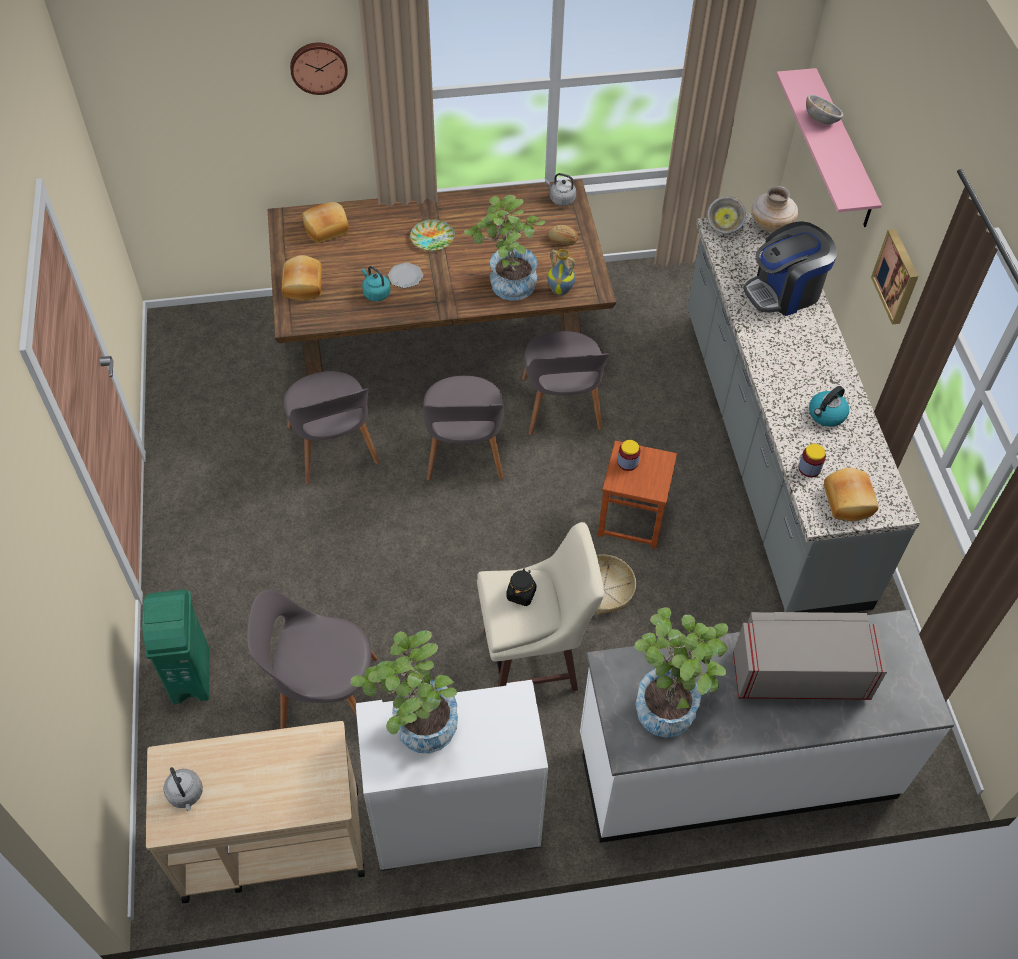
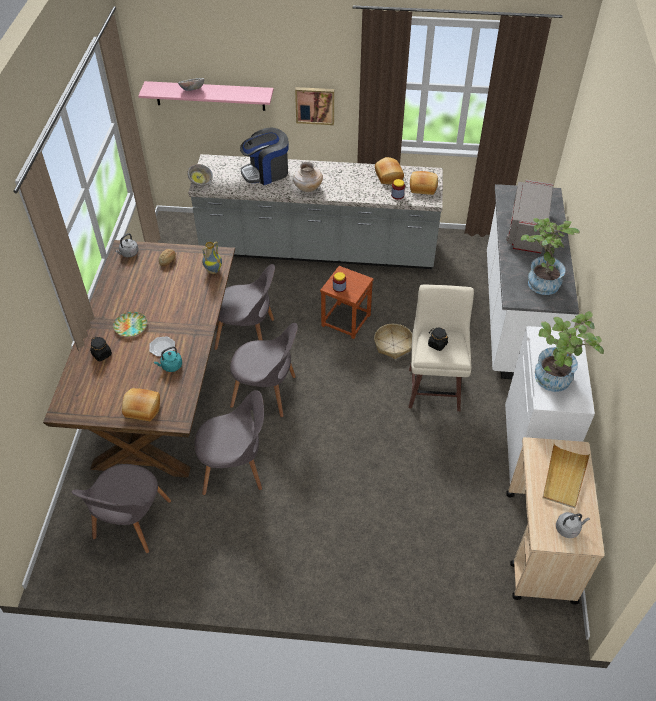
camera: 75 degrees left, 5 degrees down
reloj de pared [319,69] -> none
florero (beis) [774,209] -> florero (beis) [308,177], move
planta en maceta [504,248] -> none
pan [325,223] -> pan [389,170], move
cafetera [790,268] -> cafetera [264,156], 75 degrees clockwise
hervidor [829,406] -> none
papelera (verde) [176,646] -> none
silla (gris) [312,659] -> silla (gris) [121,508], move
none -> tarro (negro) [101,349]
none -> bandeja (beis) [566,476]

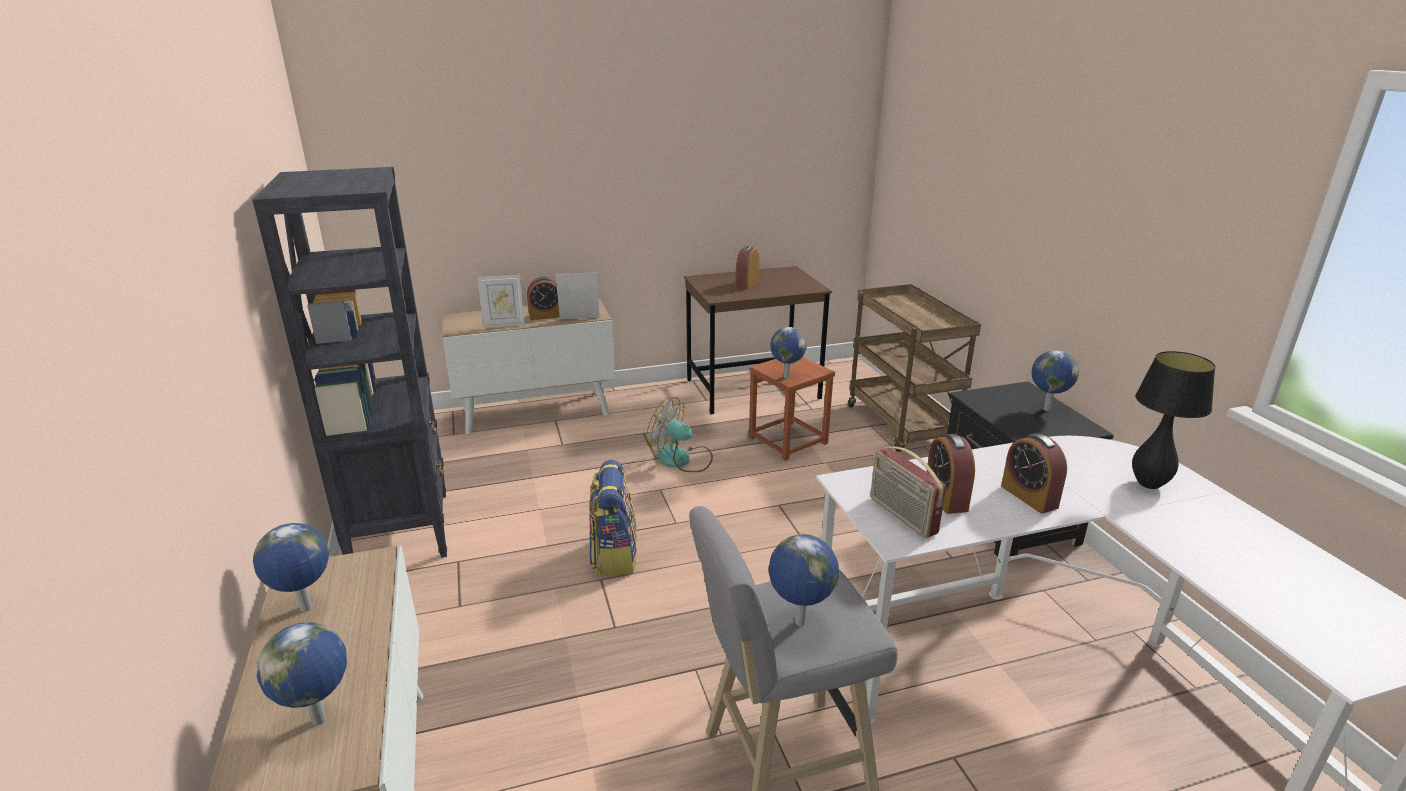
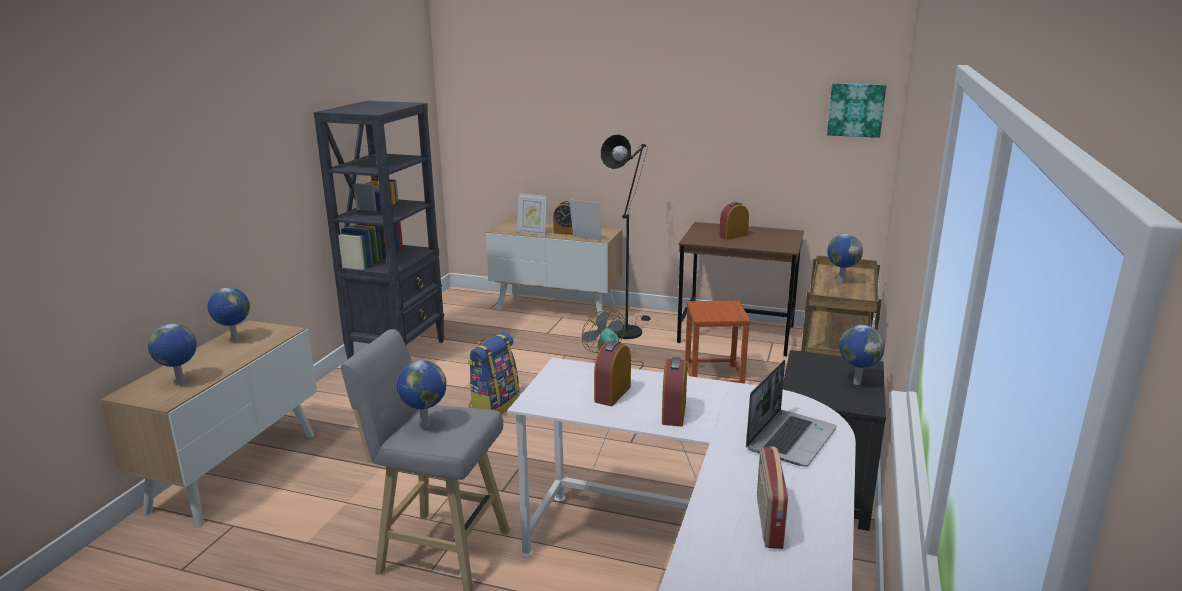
camera: 35 degrees right, 5 degrees down
globo terráqueo [788,353] -> globo terráqueo [845,258], move
lámpara de mesa (negro) [1174,420] -> portátil [791,413]
radio [908,492] -> radio [772,497], move
none -> cuadro [856,110]
none -> lámpara de pie (negro) [626,236]

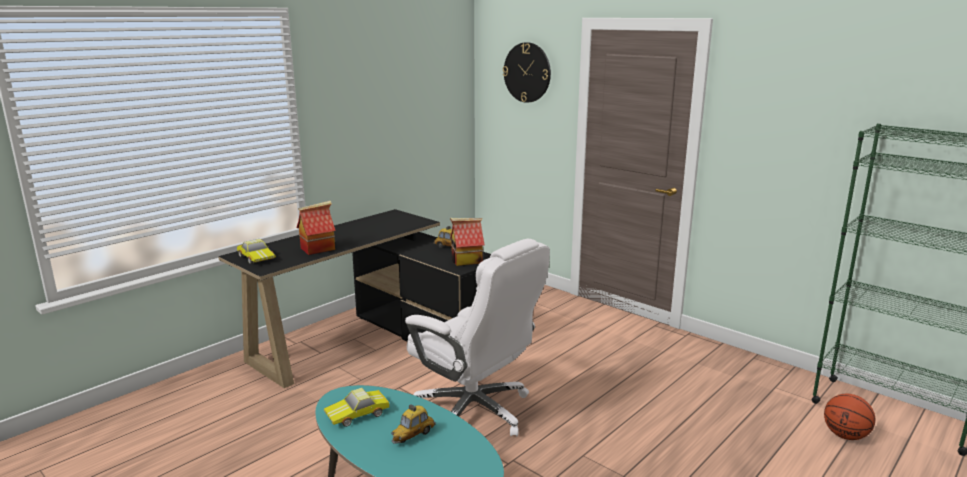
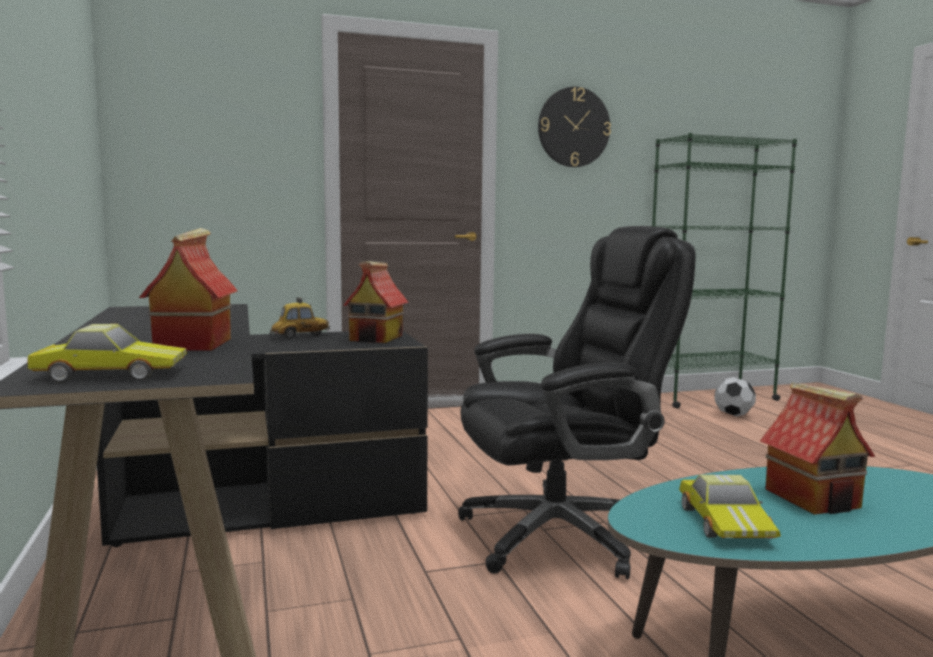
camera: 60 degrees left, 10 degrees down
reloj de pared [527,72] -> reloj de pared [574,127], move
silla de oficina (blanco) [477,338] -> silla de oficina (negro) [577,402]
balón de baloncesto [849,417] -> balón de fútbol [735,396]
coche de juguete [413,424] -> casita [817,448]

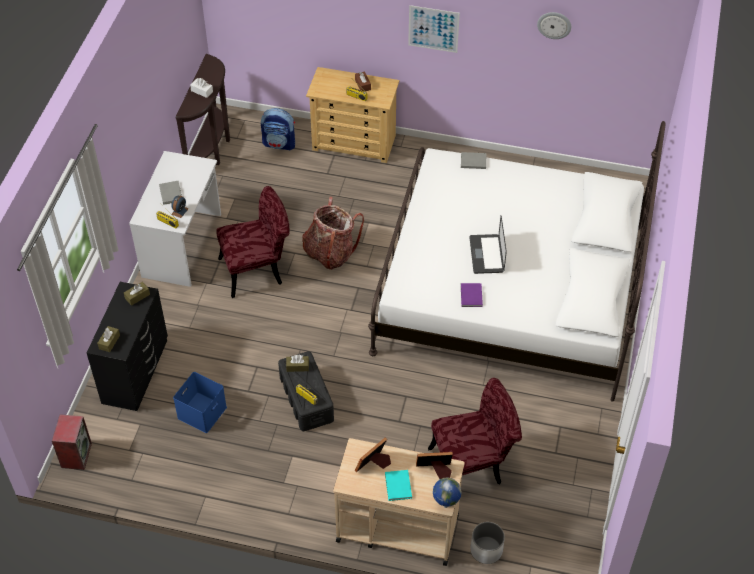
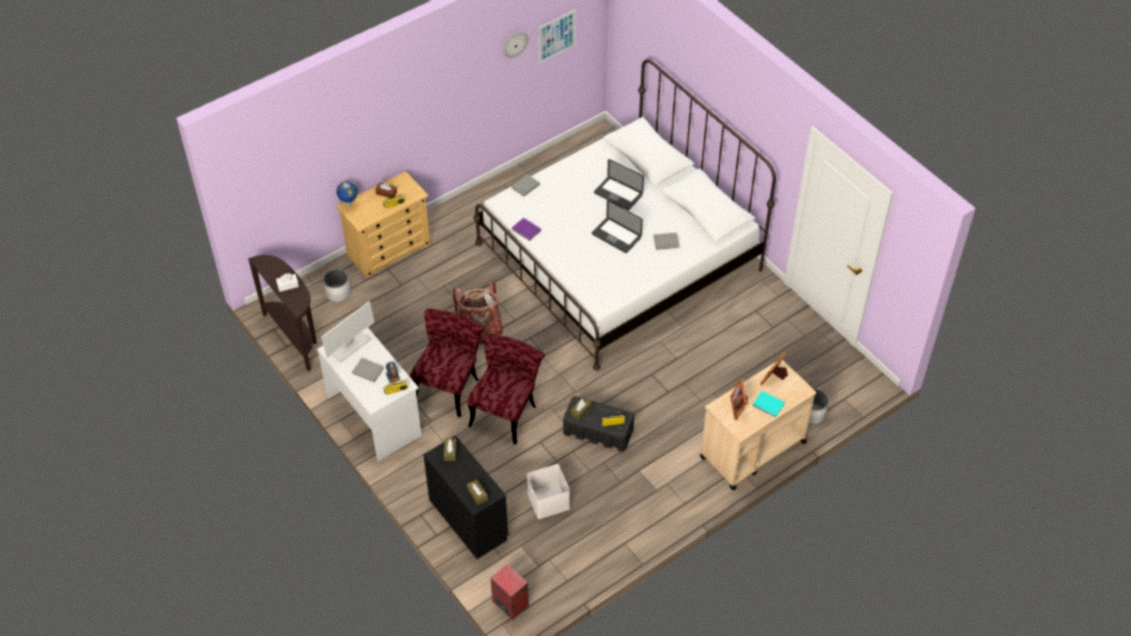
camera: 50 degrees left, 0 degrees up
cuadro [434,29] -> cuadro [557,36], move
mochila [278,129] -> maceta (blanco) [337,285]
libro (morado) [472,295] -> libro (morado) [526,229], move
caja de almacenaje (azul) [200,402] -> caja de almacenaje (blanco) [548,491]
silla (rojo) [475,431] -> silla (rojo) [506,388], move
globo terráqueo [447,492] -> globo terráqueo [347,194], move
none -> portátil [619,184]
none -> libro (gris) [666,241]
none -> monitor [347,332]

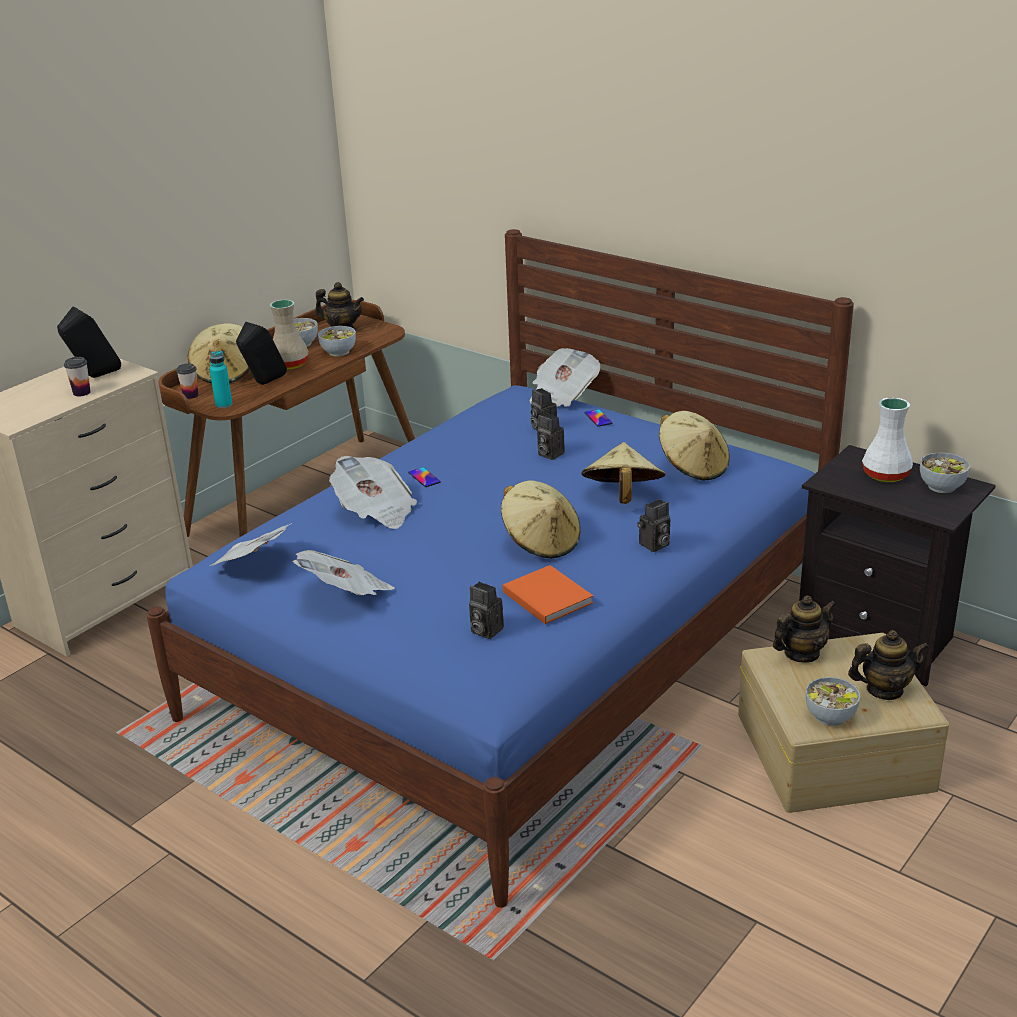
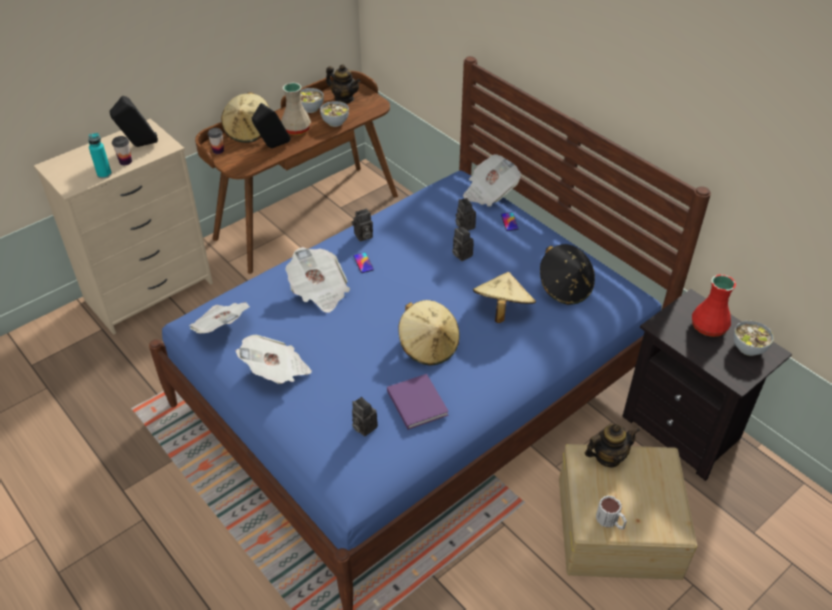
camera: 10 degrees right, 15 degrees up
botella (turquesa) [221,379] -> botella (turquesa) [100,155], move
florero (blanco) [887,439] -> florero (rojo) [714,305]
sombrero (beis) [694,446] -> sombrero (negro) [567,274]
cámara [653,525] -> cámara [362,224], move
libro (naranja) [548,594] -> libro (morado) [418,402]
tetera [888,665] -> none
cuenco [833,701] -> taza grande [611,512]

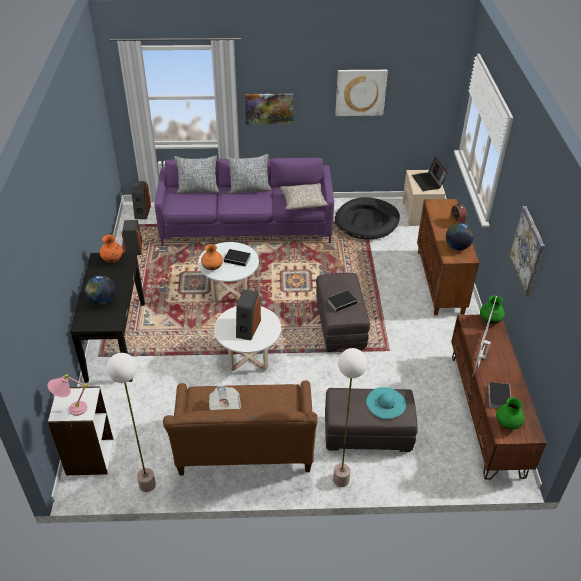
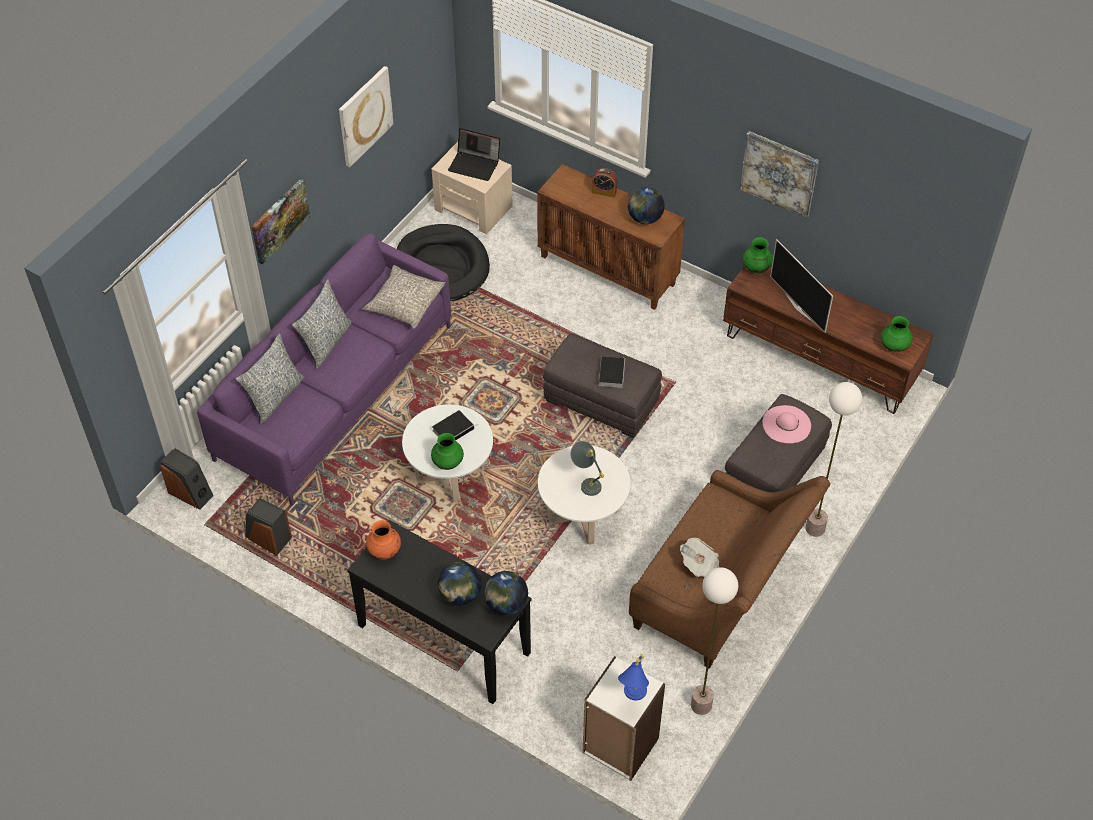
camera: 55 degrees left, 10 degrees up
florero (naranja) [212,257] -> florero (verde) [447,451]
altavoz [248,314] -> lámpara de mesa (gris) [587,468]
lámpara de mesa (rosa) [67,395] -> lámpara de mesa (azul) [633,677]
libro [499,395] -> none
sombrero (turquesa) [386,403] -> sombrero (rosa) [787,424]
none -> globo terráqueo [506,593]

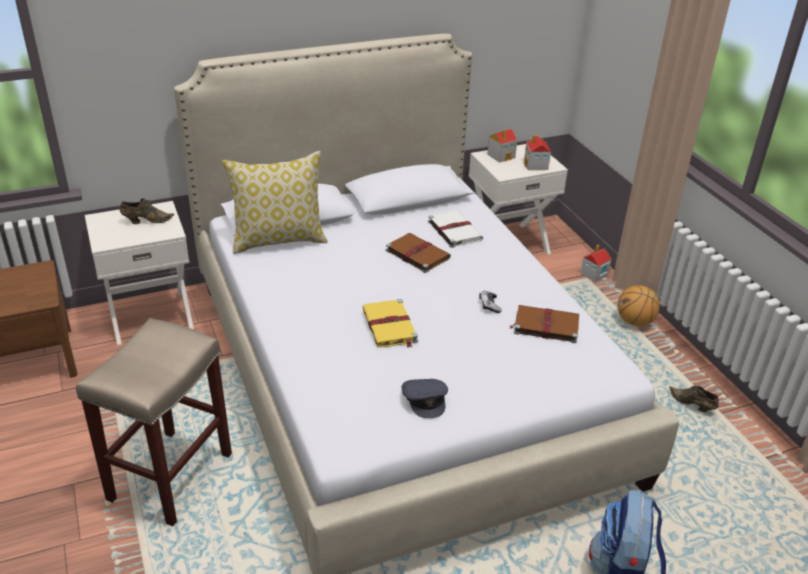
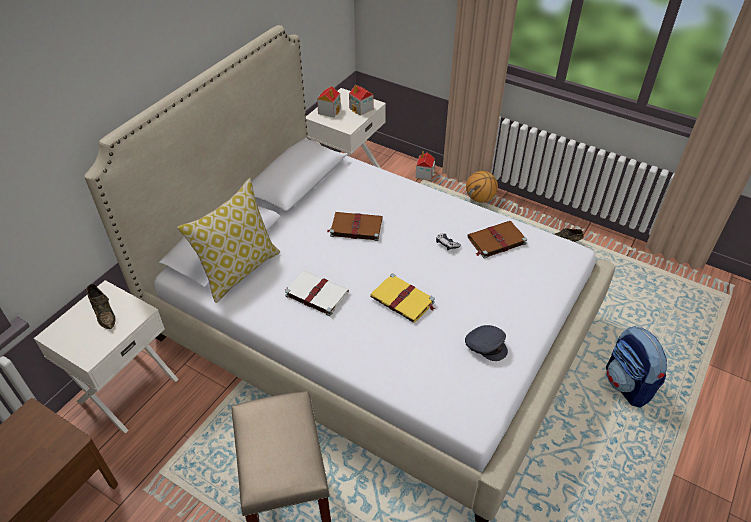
camera: 35 degrees left, 10 degrees up
zapato (marrón) [147,211] -> zapato (marrón) [101,306], 105 degrees clockwise
libro (blanco) [455,229] -> libro (blanco) [317,293], move

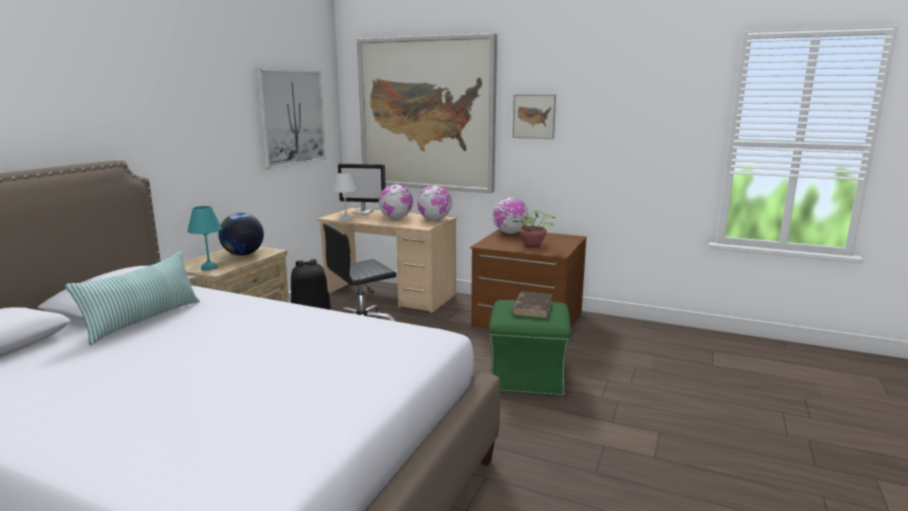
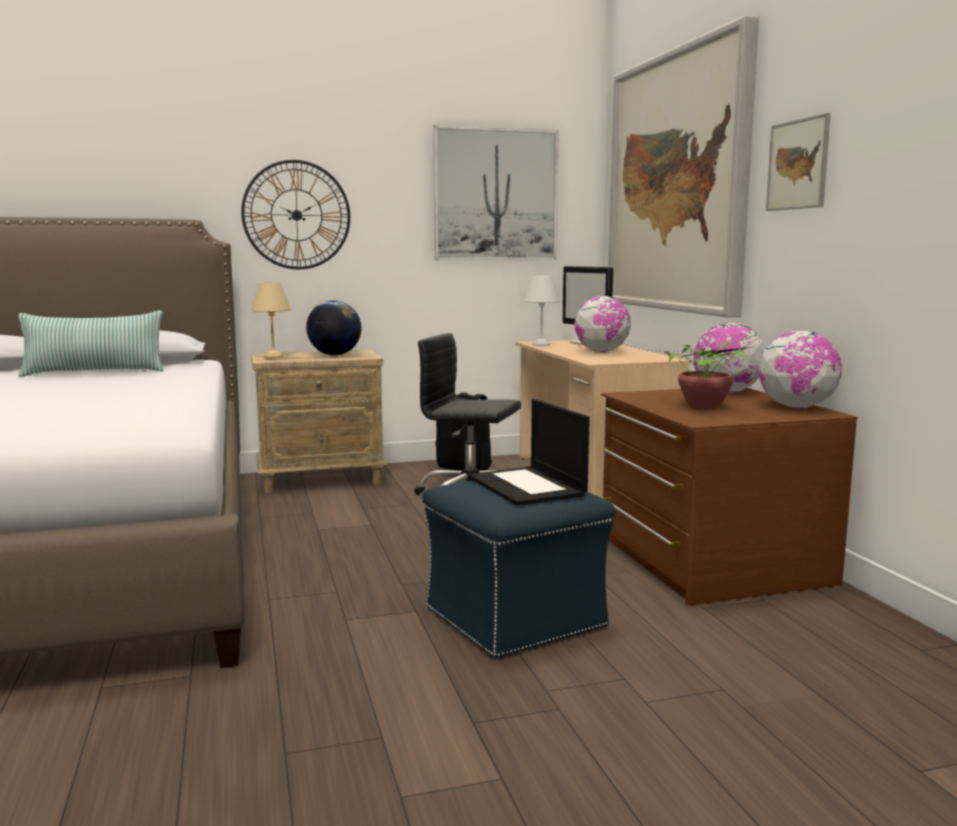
camera: 50 degrees right, 5 degrees down
globo terráqueo [434,203] -> globo terráqueo [800,369], move
lámpara de mesa (turquesa) [205,238] -> lámpara de mesa (beis) [271,320]
libro (marrón) [532,305] -> portátil [529,452]
puf (verde) [530,348] -> puf (azul) [518,569]
none -> reloj de pared [295,214]

